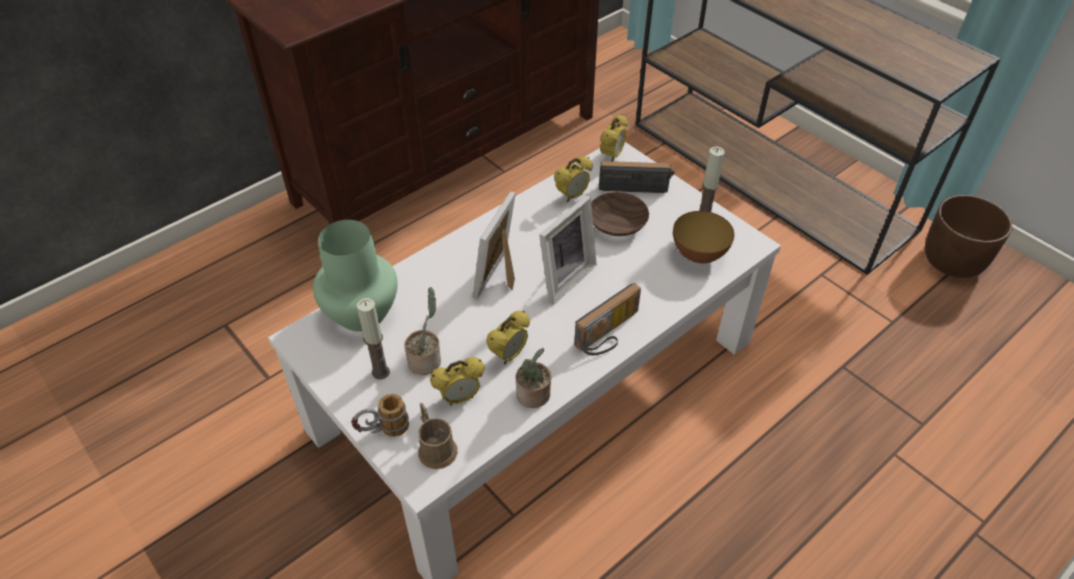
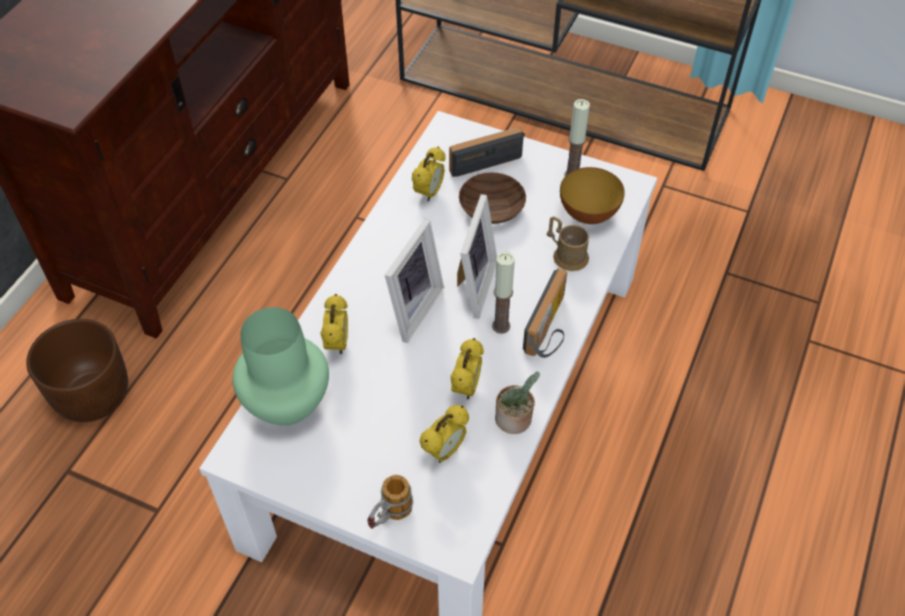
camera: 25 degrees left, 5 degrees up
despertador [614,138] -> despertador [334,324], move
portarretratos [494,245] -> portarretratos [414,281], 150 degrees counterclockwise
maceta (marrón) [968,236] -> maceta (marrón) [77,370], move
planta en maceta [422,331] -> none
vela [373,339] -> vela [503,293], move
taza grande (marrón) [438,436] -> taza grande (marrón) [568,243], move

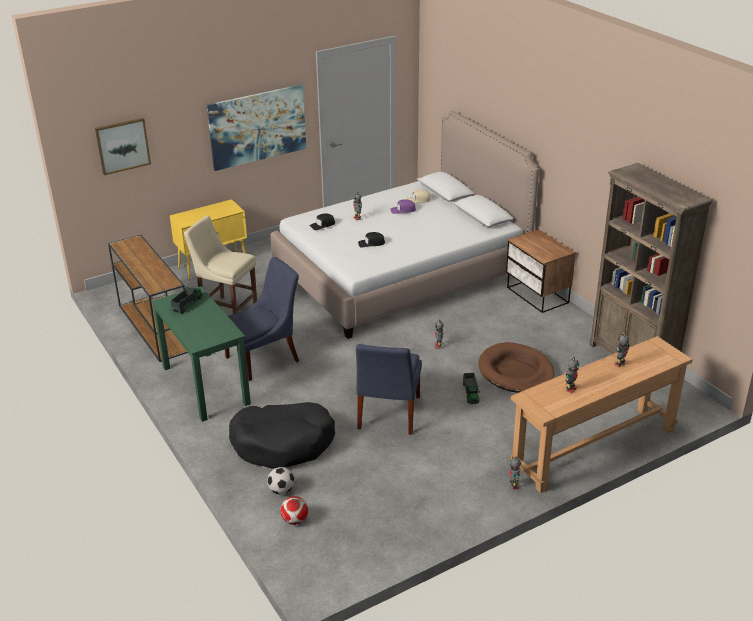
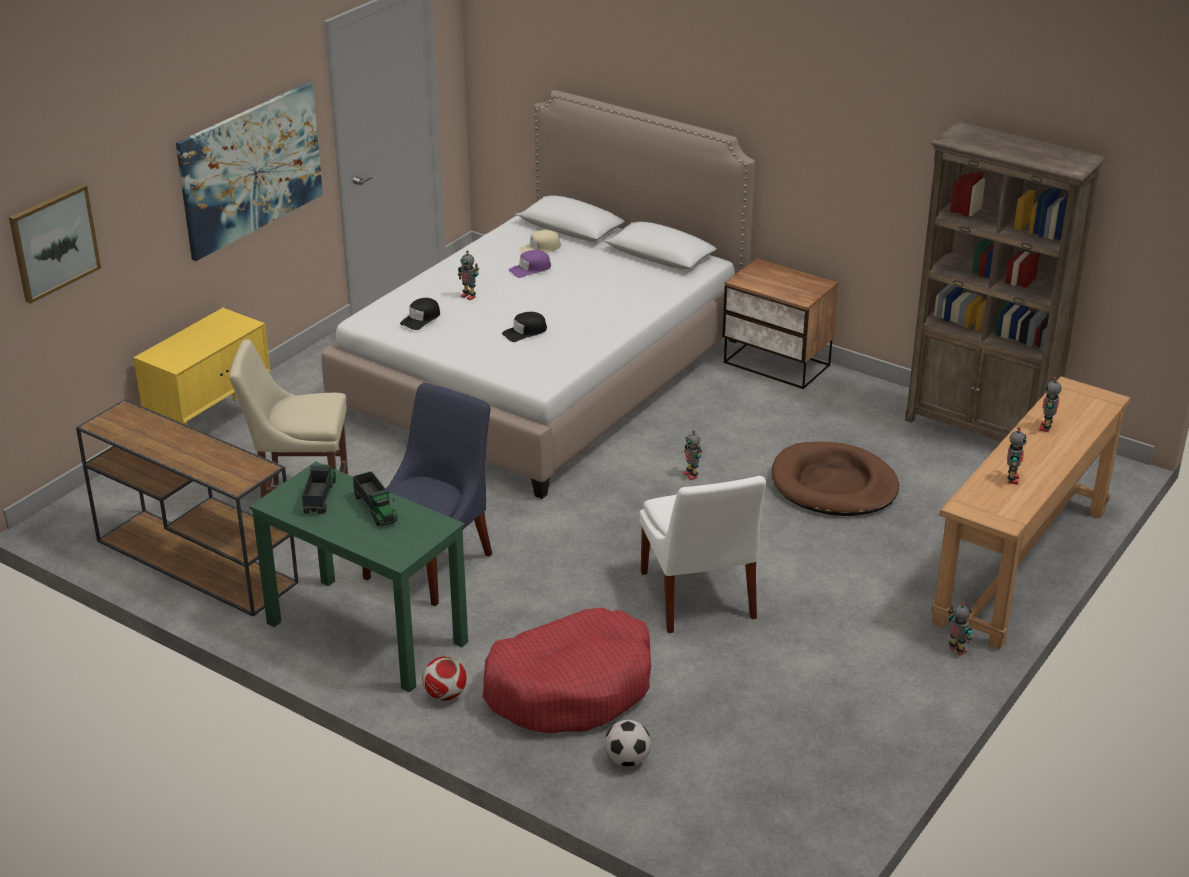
camera: 25 degrees left, 0 degrees up
silla (azul) [389,389] -> silla (blanco) [702,554]
camión de juguete [471,388] -> camión de juguete [375,498], move
cama para perro (negro) [282,435] -> cama para perro (rojo) [566,670]
balón de fútbol [294,510] -> balón de fútbol [444,678], move

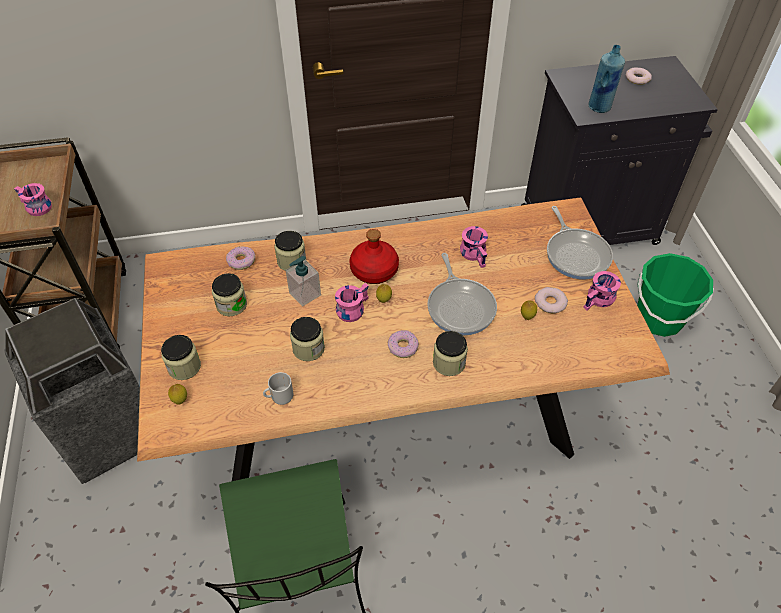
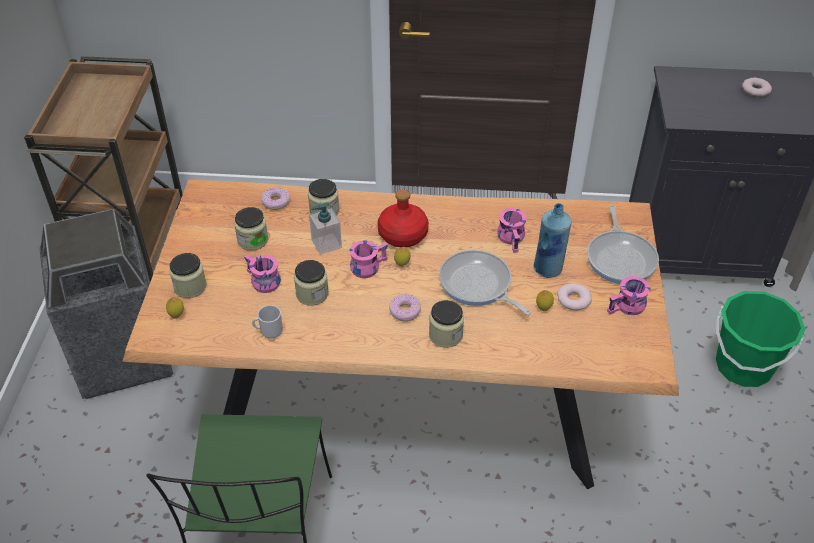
camera: 15 degrees right, 5 degrees down
botella (azul) [606,79] -> botella (azul) [552,240], move
taza grande (rosa) [33,199] -> taza grande (rosa) [262,273], move
sartén [462,294] -> sartén [485,282], 135 degrees clockwise

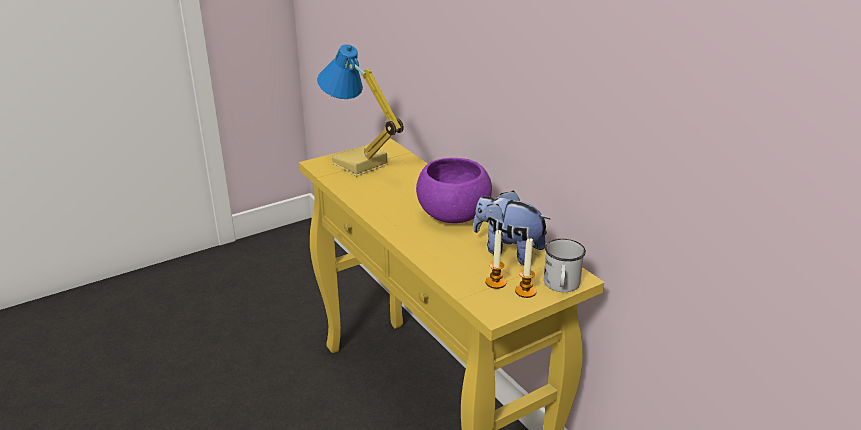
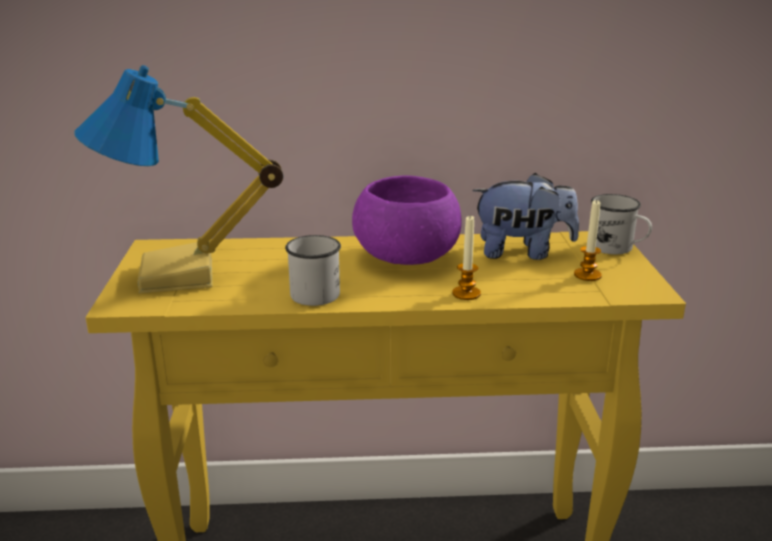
camera: 60 degrees left, 5 degrees down
peluche [511,227] -> peluche [525,216], 150 degrees counterclockwise
vela [526,268] -> vela [466,258], move
none -> taza grande (blanco) [313,270]

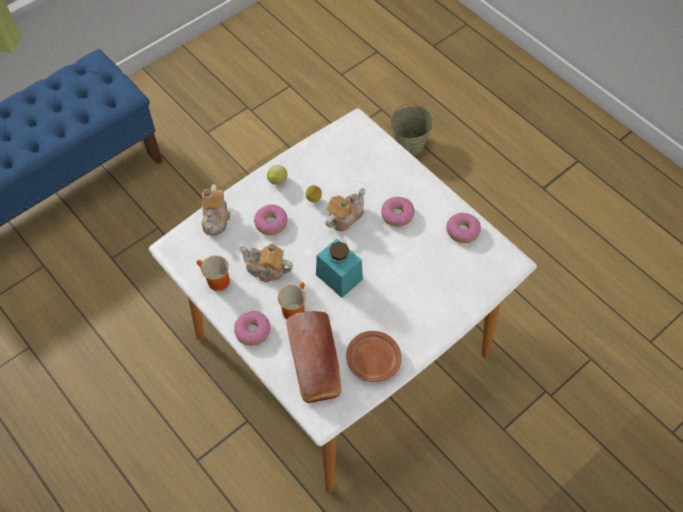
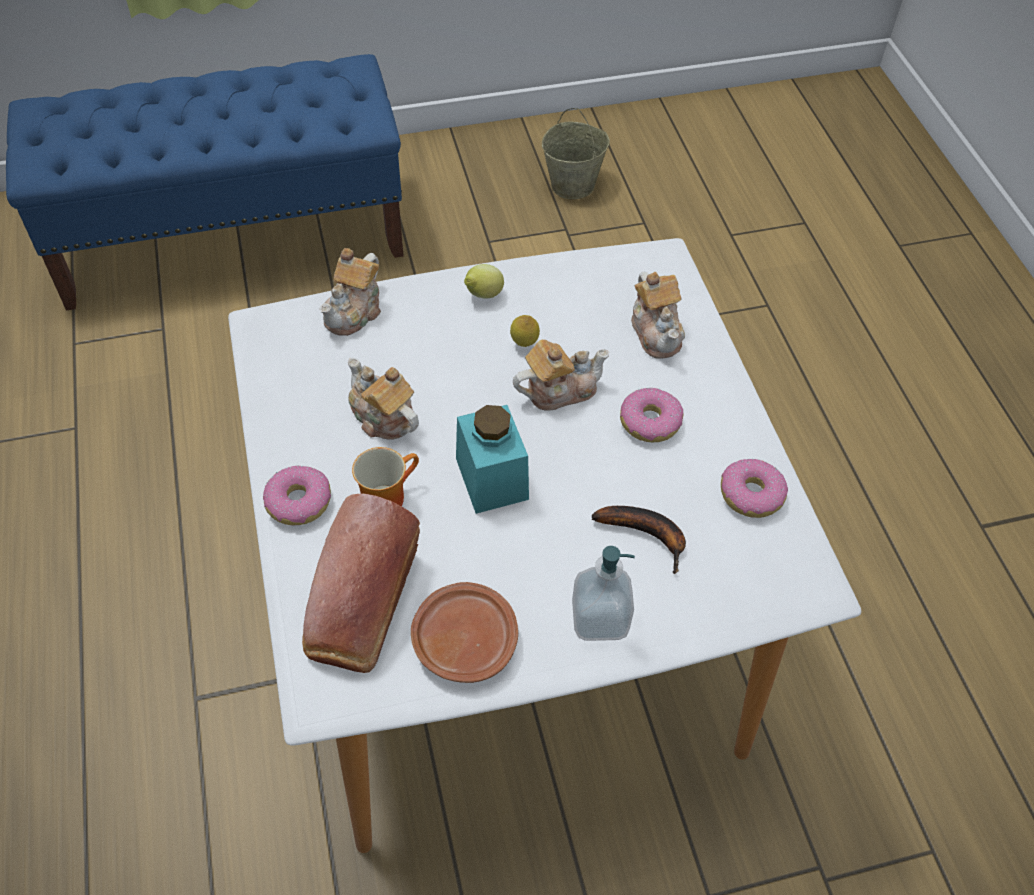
camera: 25 degrees right, 5 degrees down
cubo (beis) [412,130] -> cubo (beis) [576,154], move
rosquilla [270,220] -> none
taza grande [213,273] -> none
none -> tetera [658,314]
none -> plátano [639,540]
none -> dispensador de jabón [603,593]

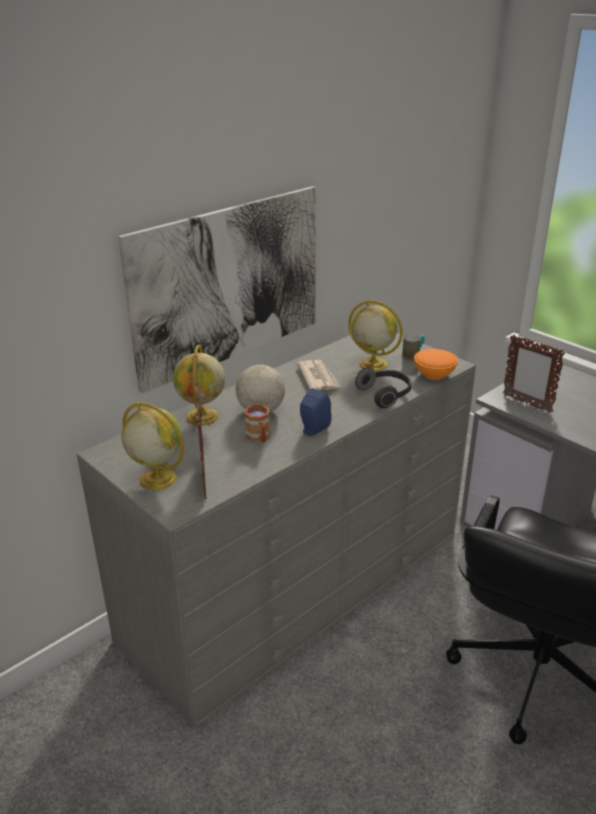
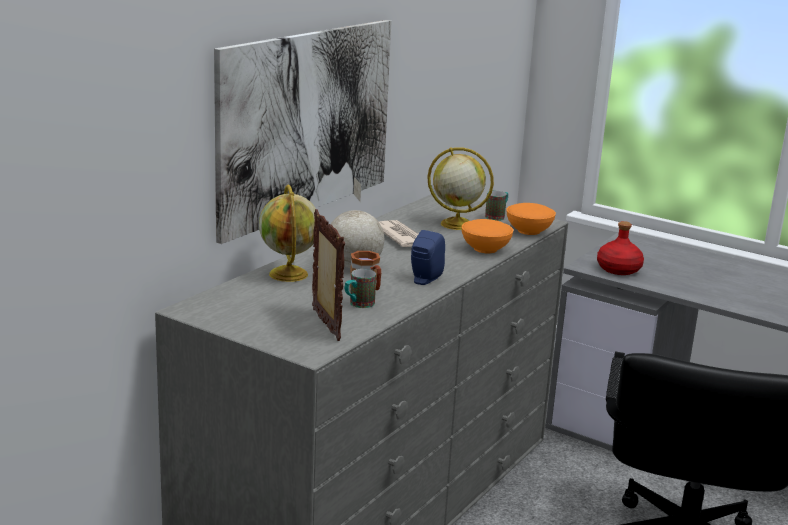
camera: 15 degrees left, 10 degrees down
portarretratos [534,374] -> botella (rojo) [620,248]
auriculares [383,388] -> cuenco (naranja) [487,236]
globo terráqueo [152,446] -> none
none -> taza grande [360,288]

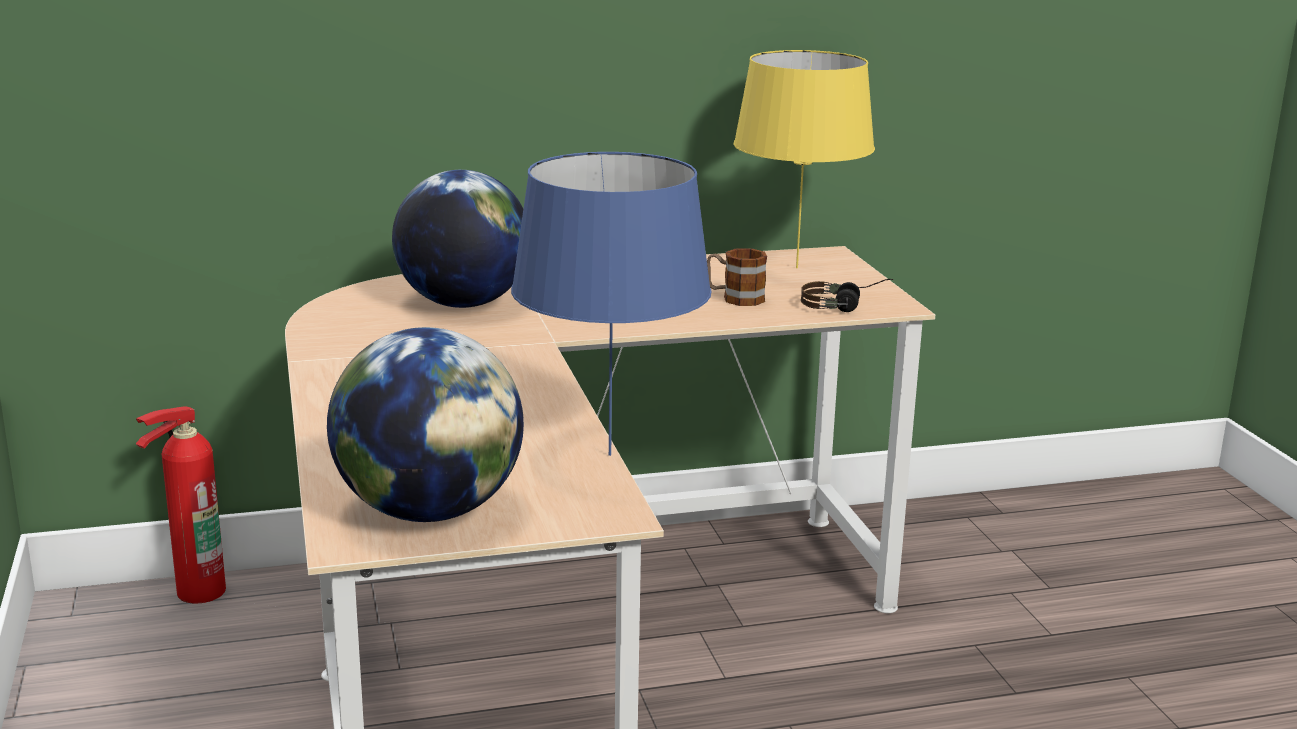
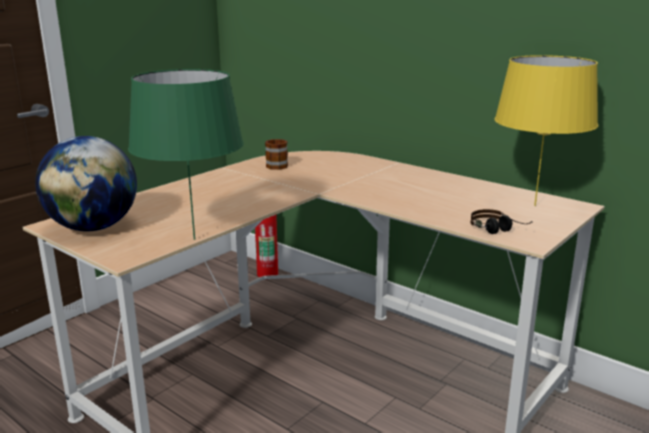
camera: 55 degrees right, 0 degrees up
lámpara de mesa (azul) [611,304] -> lámpara de mesa (verde) [186,154]
globo terráqueo [457,239] -> none
taza grande [737,277] -> taza grande [276,154], move

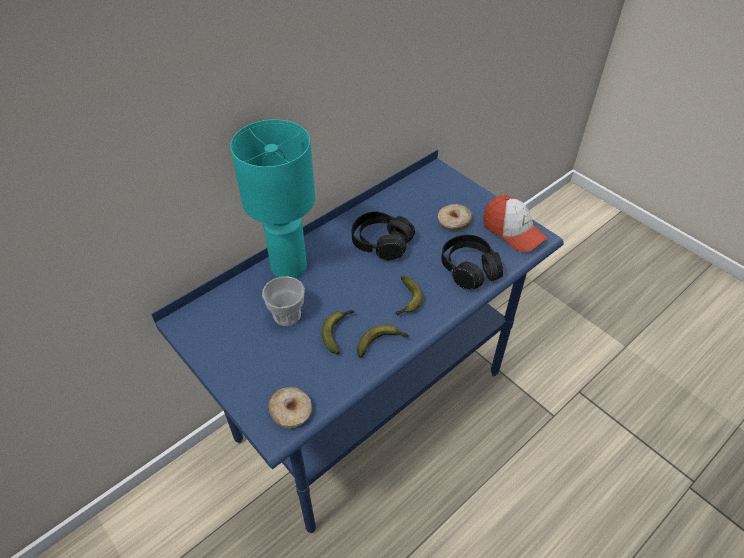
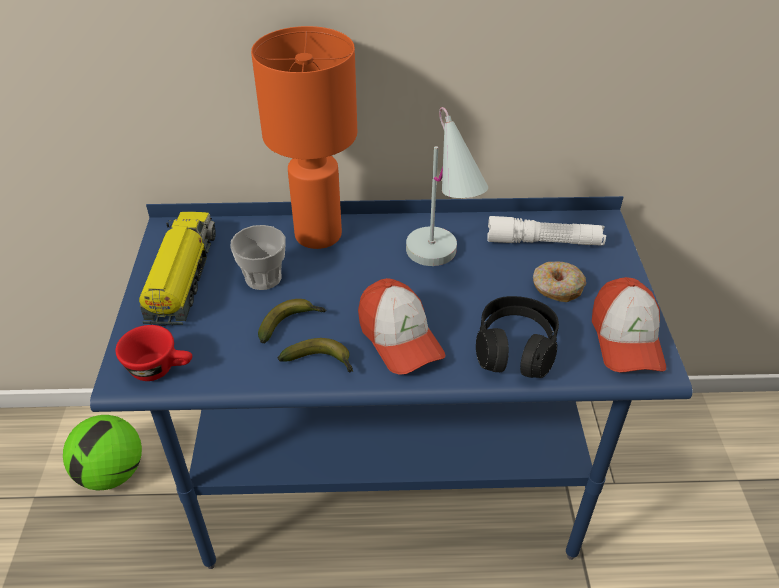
camera: 40 degrees right, 5 degrees down
lámpara de mesa (turquesa) [272,198] -> lámpara de mesa (naranja) [304,137]
auriculares (negro) [383,236] -> lámpara de mesa (blanco) [447,186]
plátano [409,296] -> gorra [402,326]
rosquilla [290,408] -> taza (rojo) [153,353]
none -> camión de juguete [177,269]
none -> linterna (blanco) [546,230]
none -> balón de fútbol [102,452]

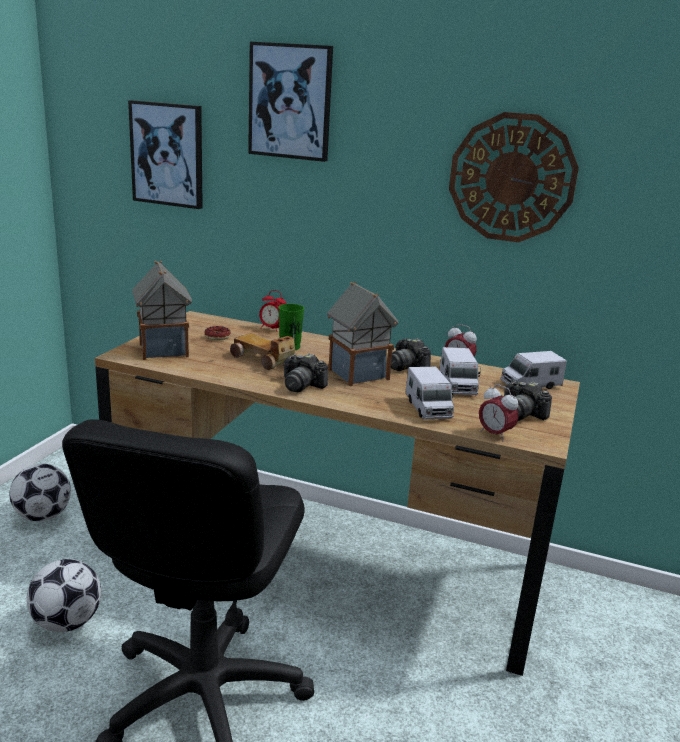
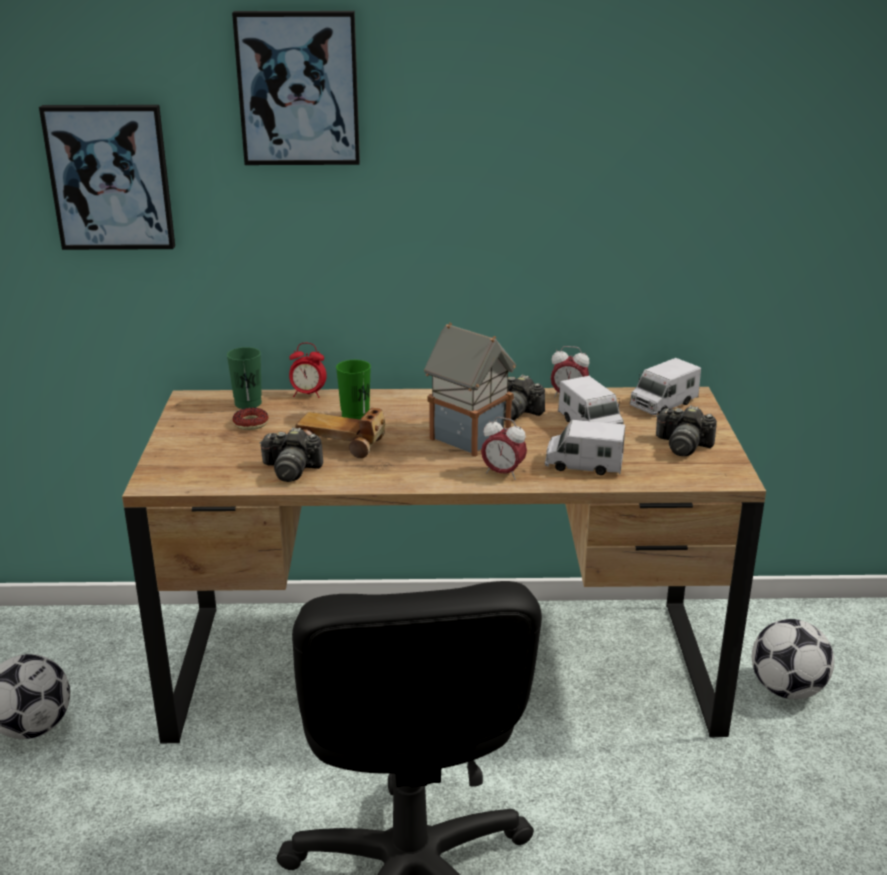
camera: 20 degrees left, 5 degrees up
reloj de pared [514,177] -> none
casita [162,310] -> none
cámara [306,372] -> cámara [291,454], move
camión de juguete [429,393] -> camión de juguete [585,447], 135 degrees clockwise
despertador [498,413] -> despertador [504,448], move
balón de fútbol [63,595] -> balón de fútbol [793,659], move
none -> taza (verde) [244,378]

